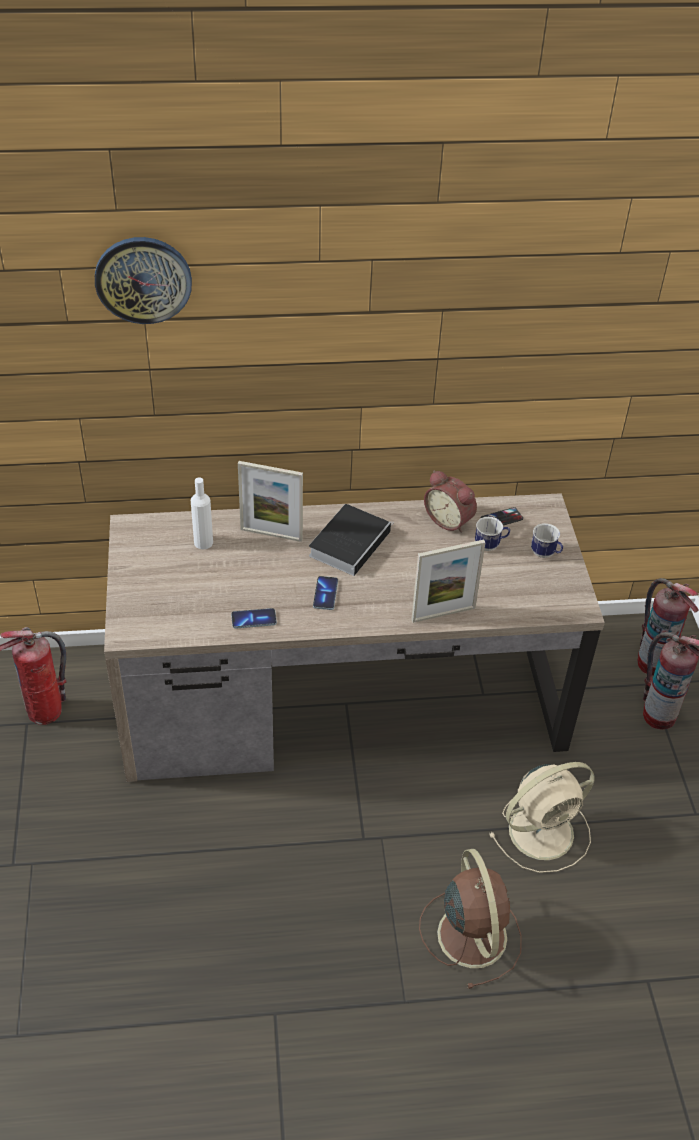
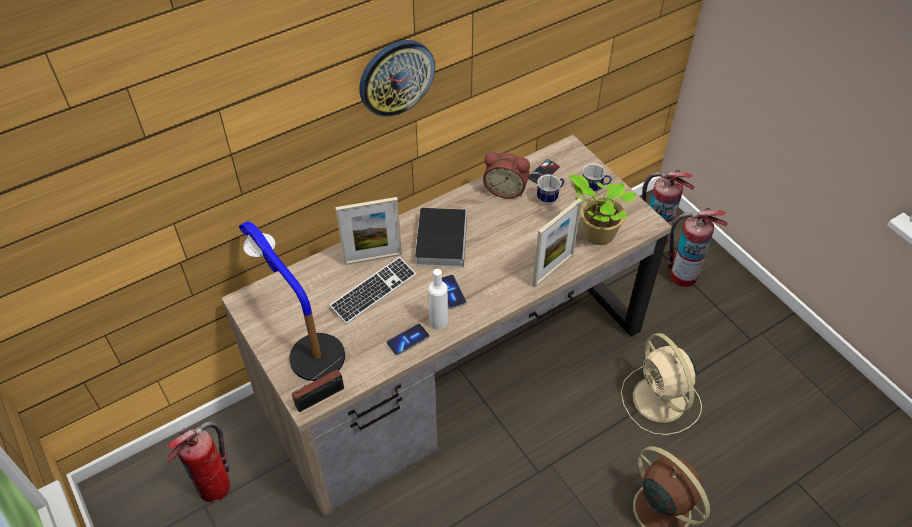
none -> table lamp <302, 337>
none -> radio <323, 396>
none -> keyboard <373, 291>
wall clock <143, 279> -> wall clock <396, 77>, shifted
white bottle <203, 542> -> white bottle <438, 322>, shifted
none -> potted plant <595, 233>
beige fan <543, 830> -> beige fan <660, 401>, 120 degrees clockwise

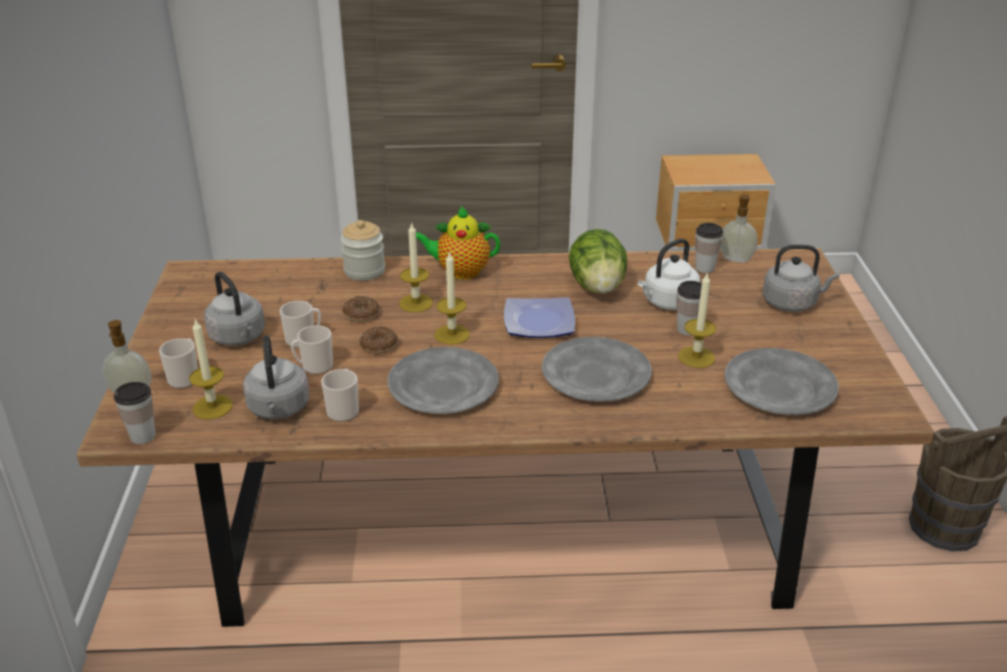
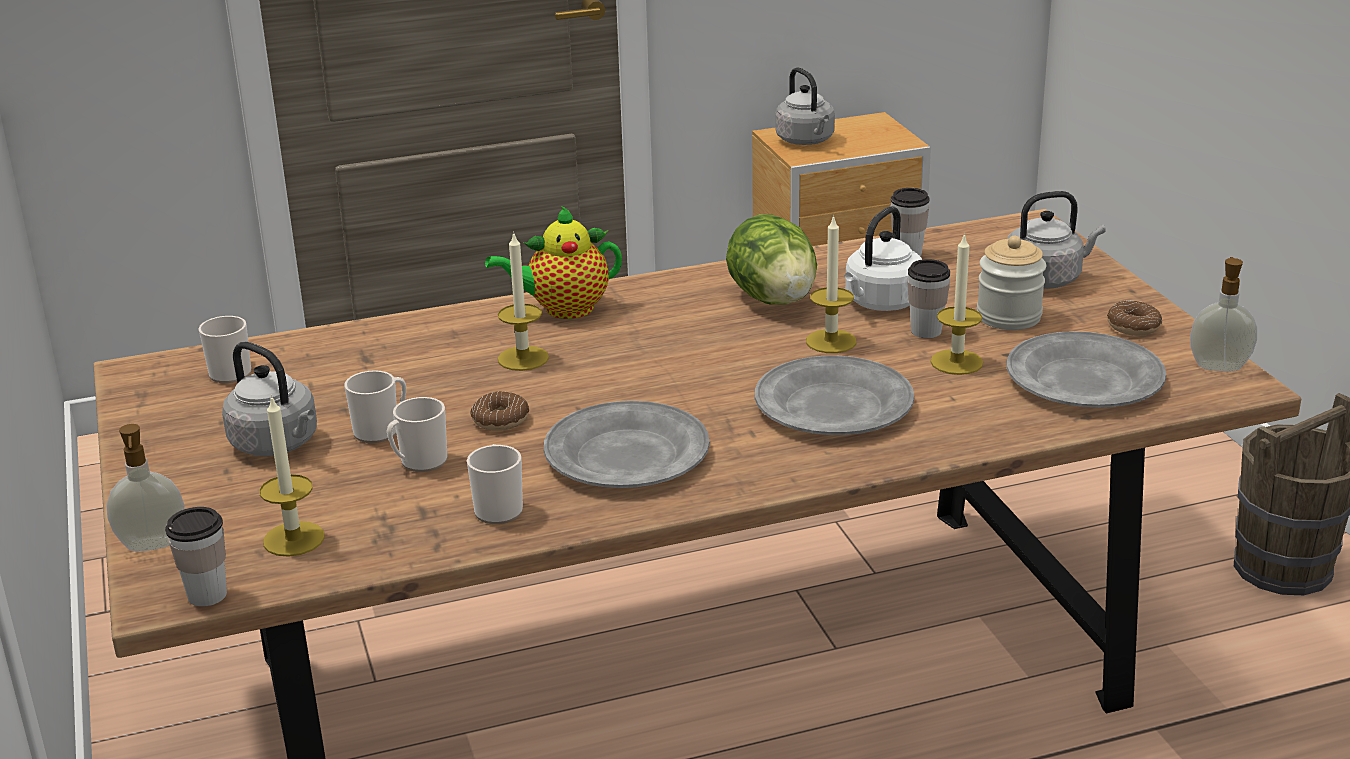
mug <185, 377> -> mug <231, 371>, shifted
grey kettle <279, 409> -> grey kettle <806, 141>, shifted
candle <452, 334> -> candle <831, 341>, shifted
jar <364, 271> -> jar <1008, 317>, shifted
donut <361, 314> -> donut <1133, 326>, shifted
soap dispenser <736, 258> -> soap dispenser <1219, 366>, shifted
plate <537, 323> -> none

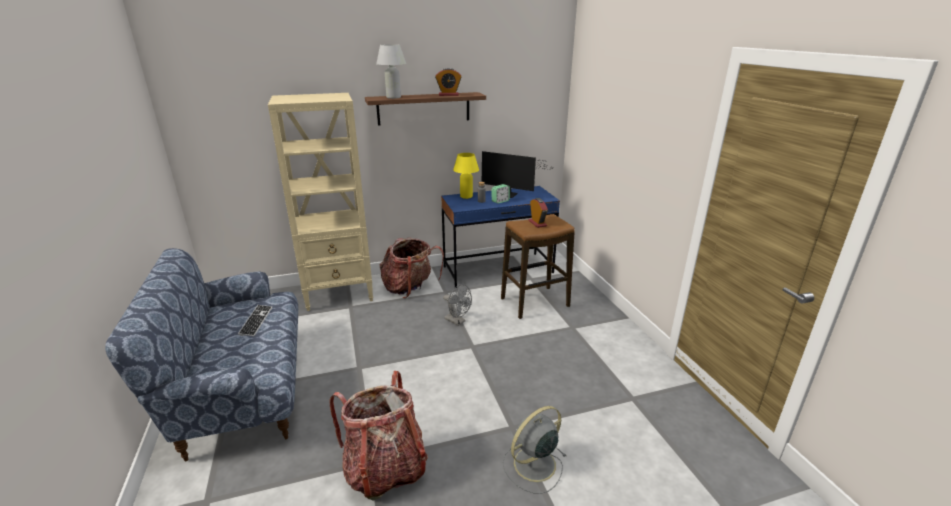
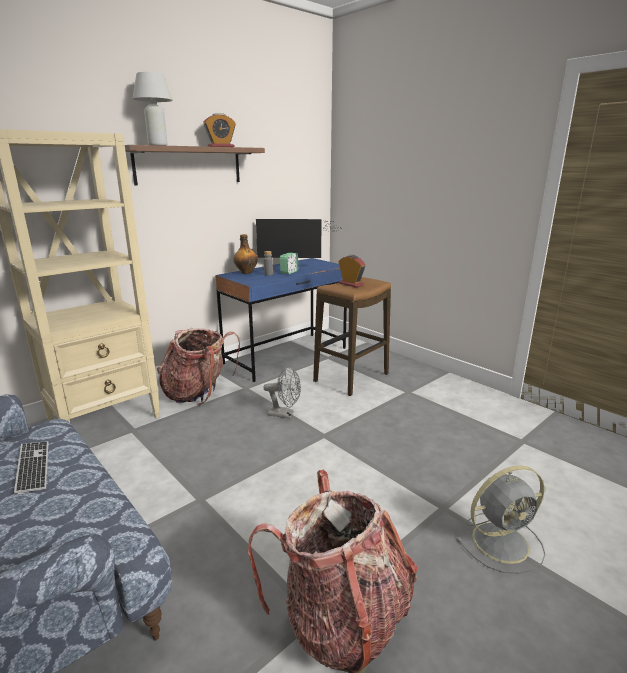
yellow table lamp <466, 196> -> bottle <246, 272>
grey fan <533, 465> -> grey fan <502, 541>, 135 degrees counterclockwise

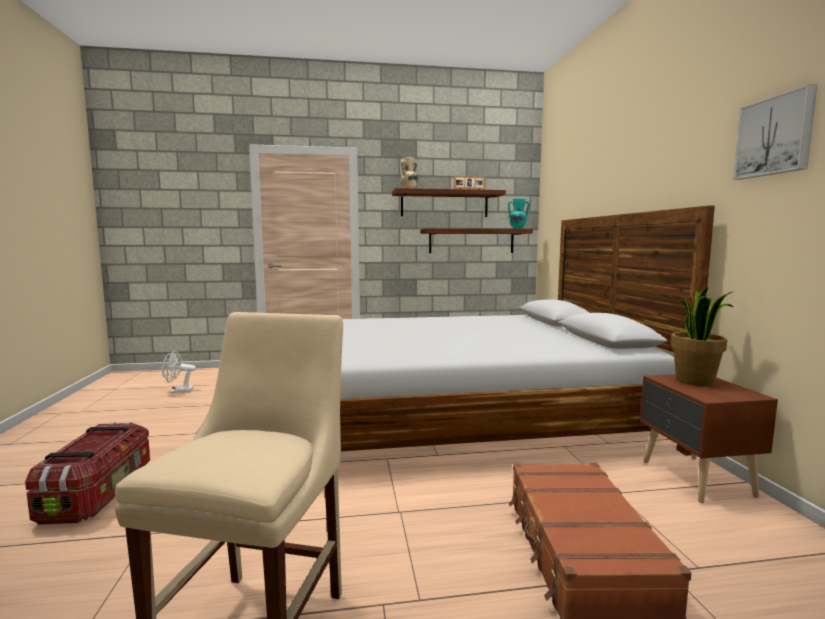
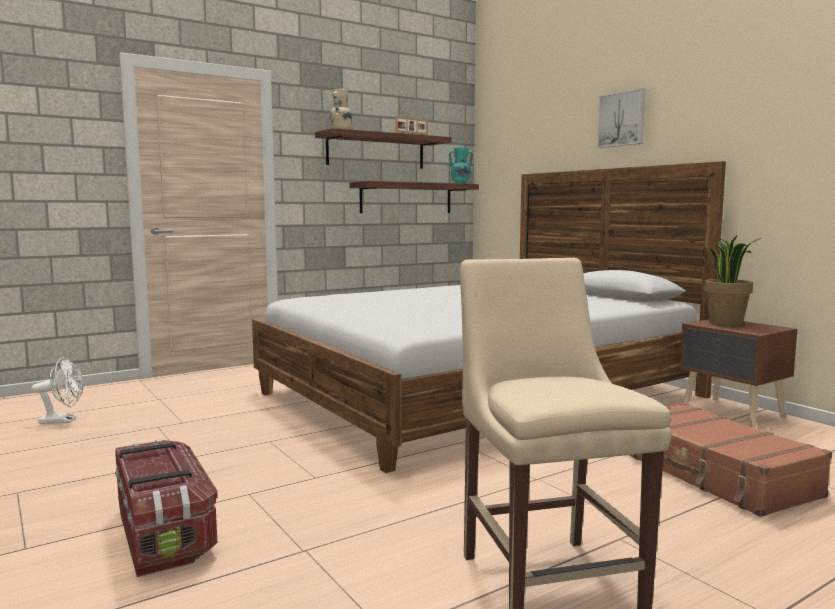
white fan <178, 391> -> white fan <63, 420>, 150 degrees counterclockwise
picture <775, 136> -> picture <622, 119>, shifted

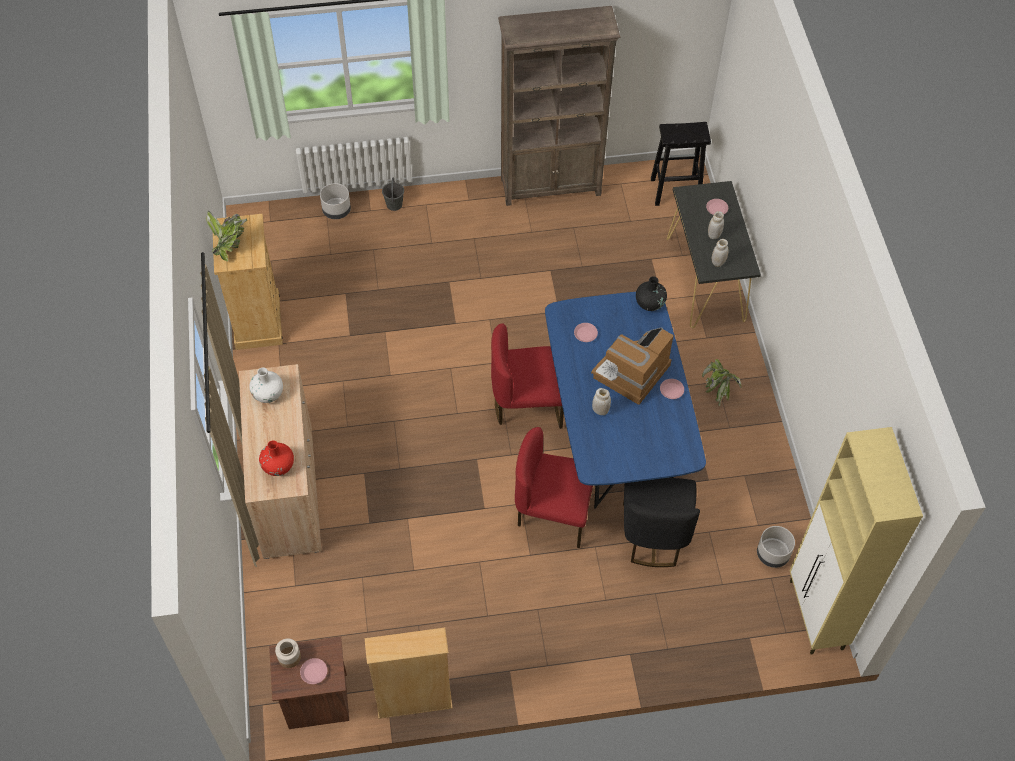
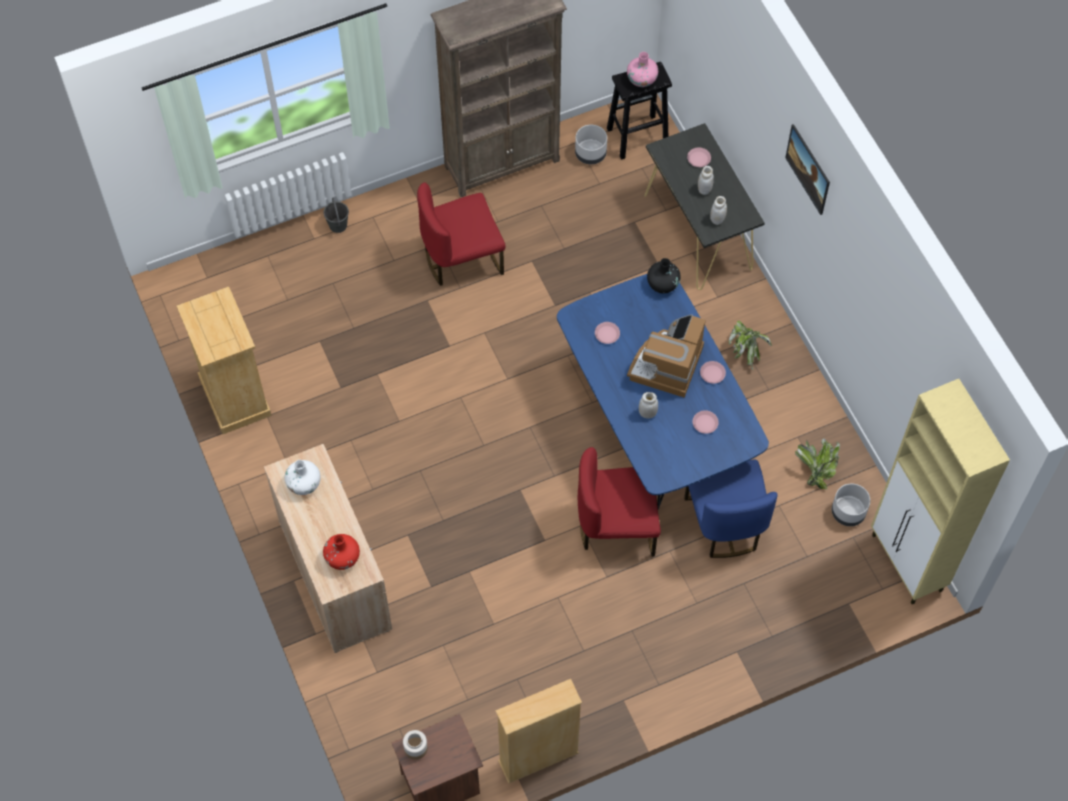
red chair <527, 404> -> red chair <462, 258>, shifted
grey planter <337, 211> -> grey planter <590, 154>, shifted
none -> pink vase <642, 79>
black chair <653, 535> -> blue chair <725, 523>
pink plate <314, 672> -> pink plate <705, 423>, shifted
none -> picture <806, 177>
potted plant <230, 245> -> potted plant <816, 469>, shifted

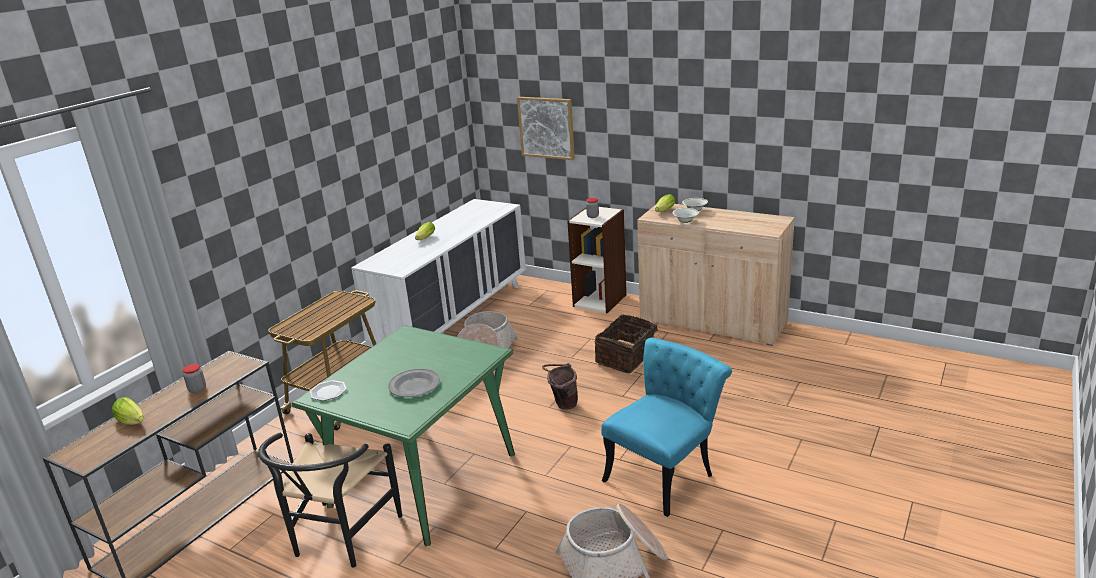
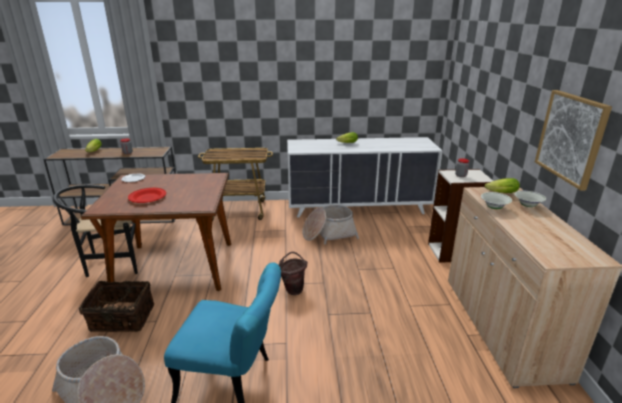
basket <626, 358> -> basket <122, 319>, shifted
green dining table <424, 479> -> brown dining table <176, 267>
grey plate <415, 386> -> red plate <148, 197>
picture <546, 127> -> picture <571, 137>, shifted

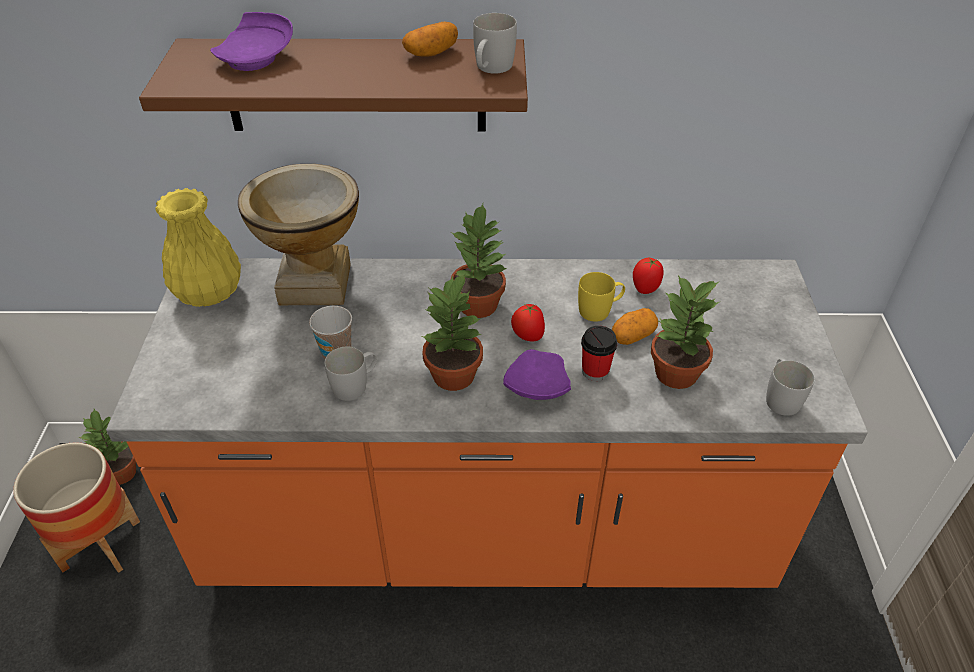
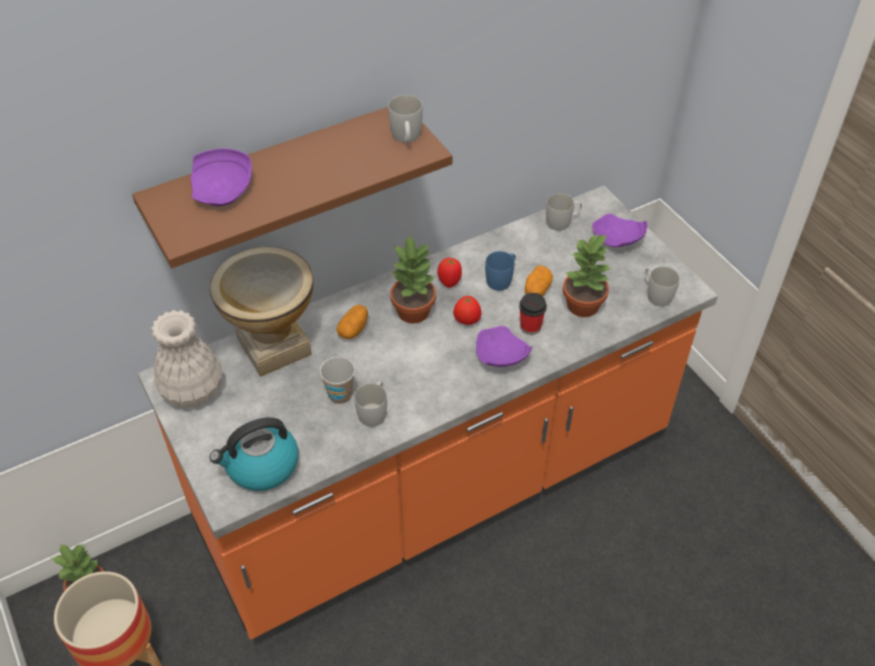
yellow vase <210, 292> -> white vase <193, 390>
none -> kettle <261, 466>
potato <431, 53> -> potato <353, 329>, shifted
tomato <645, 288> -> tomato <449, 282>, shifted
yellow mug <600, 310> -> blue mug <501, 279>
none -> white mug <562, 222>
none -> purple plate <617, 239>
potted plant <455, 375> -> none

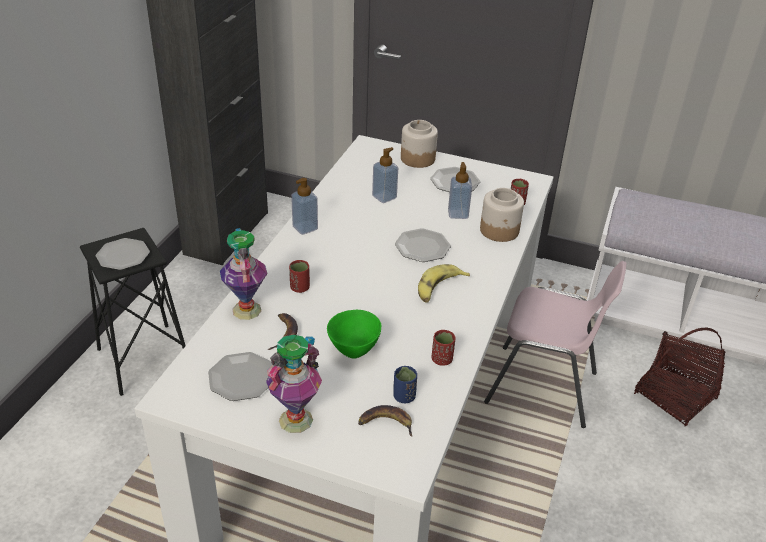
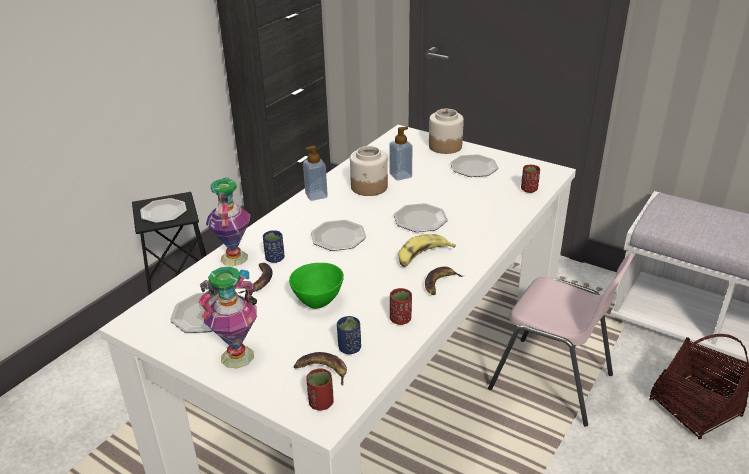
none -> blue cup <275, 258>
red cup <300, 288> -> red cup <321, 403>, shifted
none -> plate <338, 237>
jar <499, 231> -> jar <369, 187>, shifted
none -> banana <440, 283>
soap dispenser <458, 214> -> none

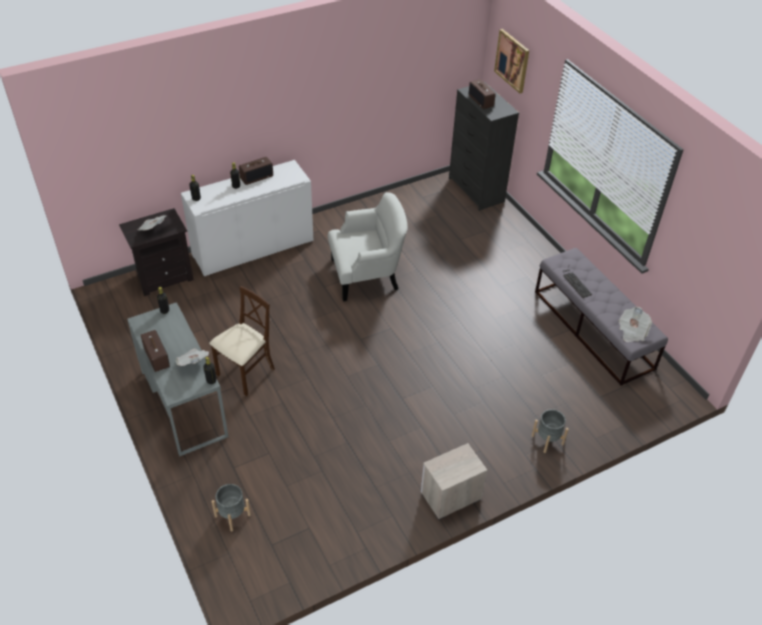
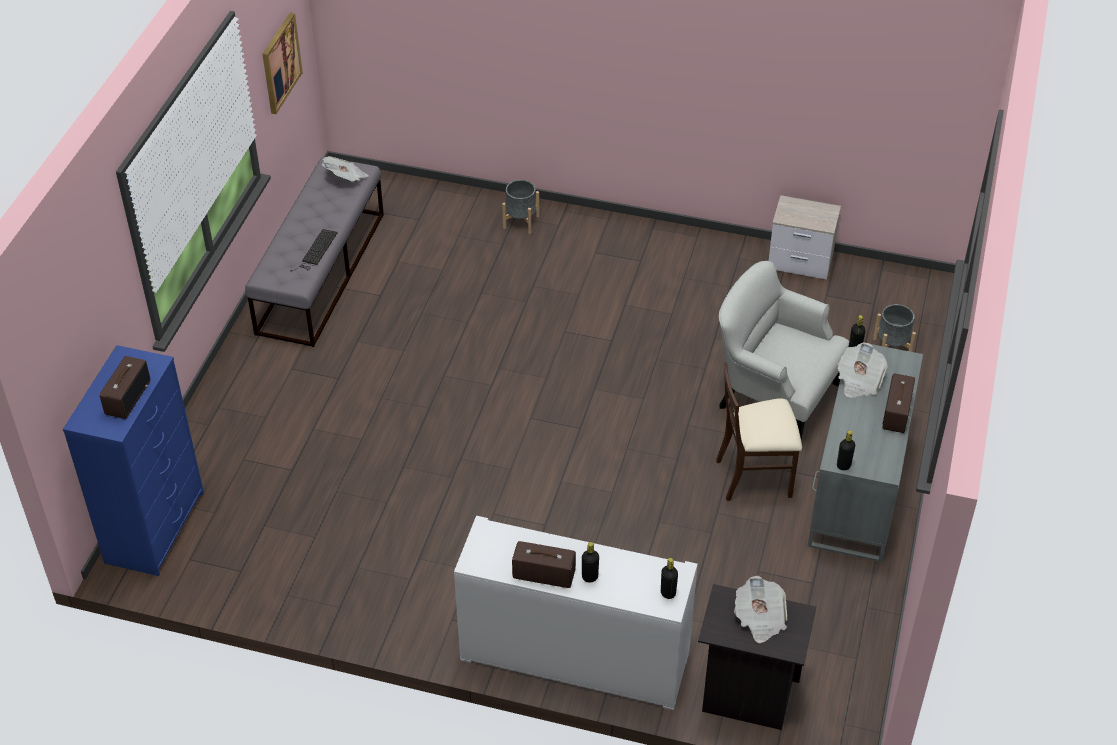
black dresser <476, 190> -> blue dresser <155, 527>
picture <512, 60> -> picture <280, 63>, shifted
white armchair <367, 275> -> white armchair <774, 395>, shifted
nightstand <450, 496> -> nightstand <801, 262>, shifted

